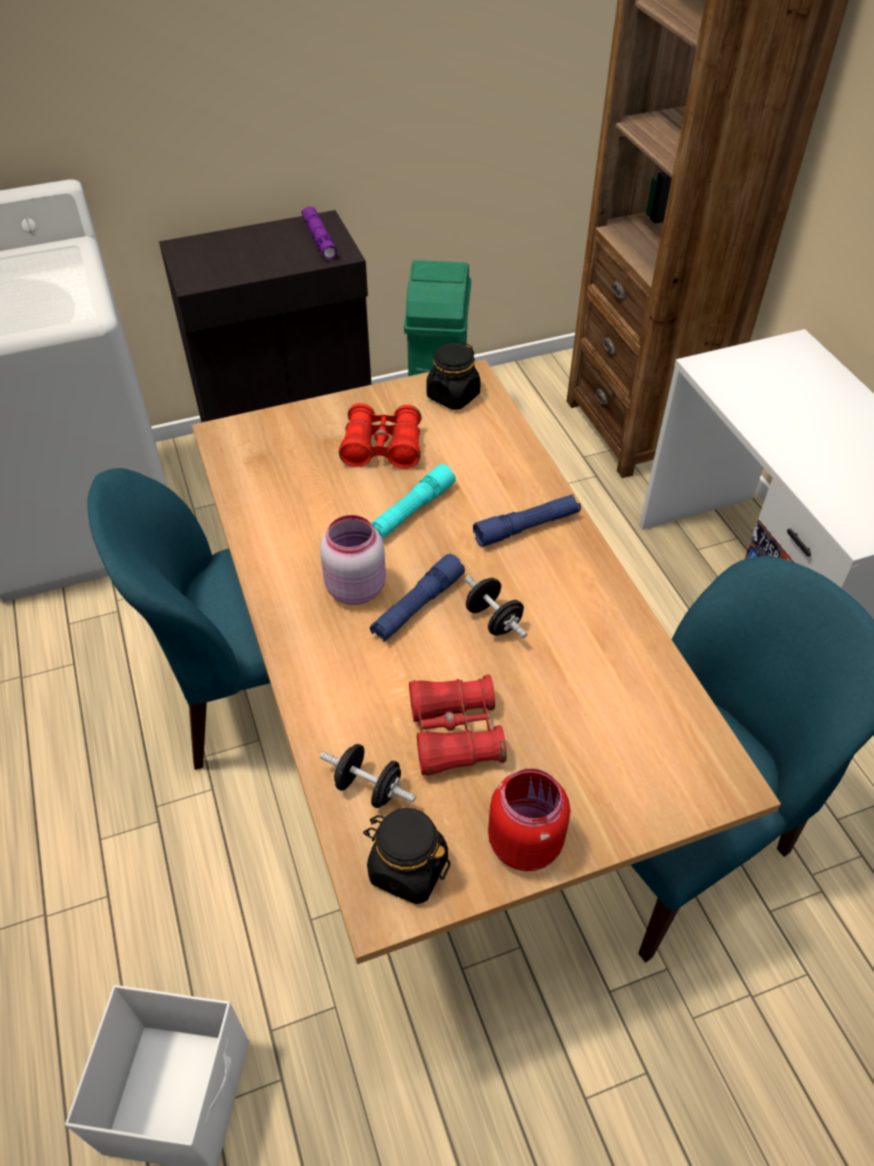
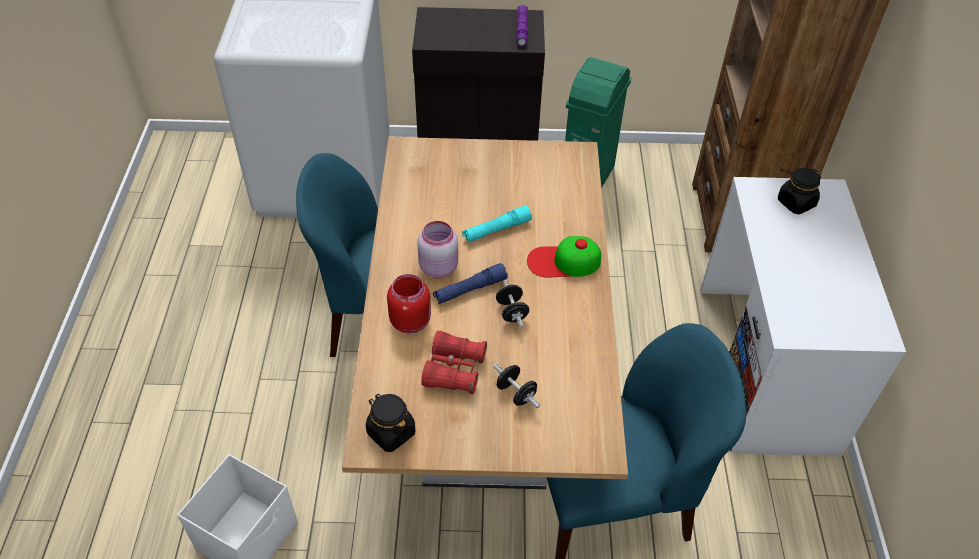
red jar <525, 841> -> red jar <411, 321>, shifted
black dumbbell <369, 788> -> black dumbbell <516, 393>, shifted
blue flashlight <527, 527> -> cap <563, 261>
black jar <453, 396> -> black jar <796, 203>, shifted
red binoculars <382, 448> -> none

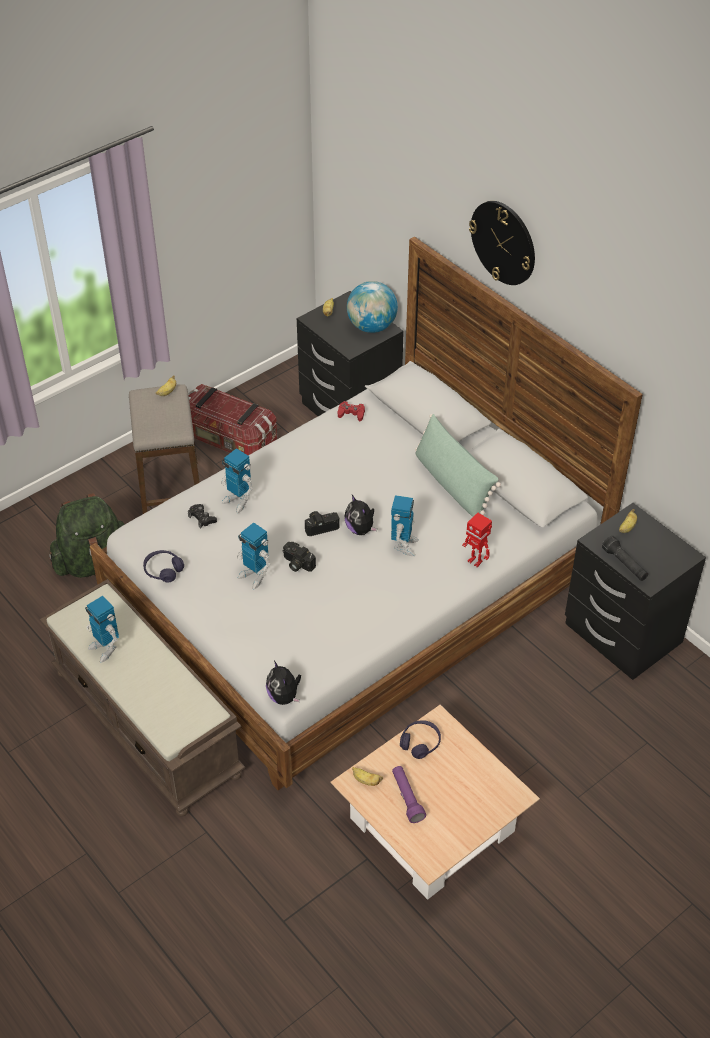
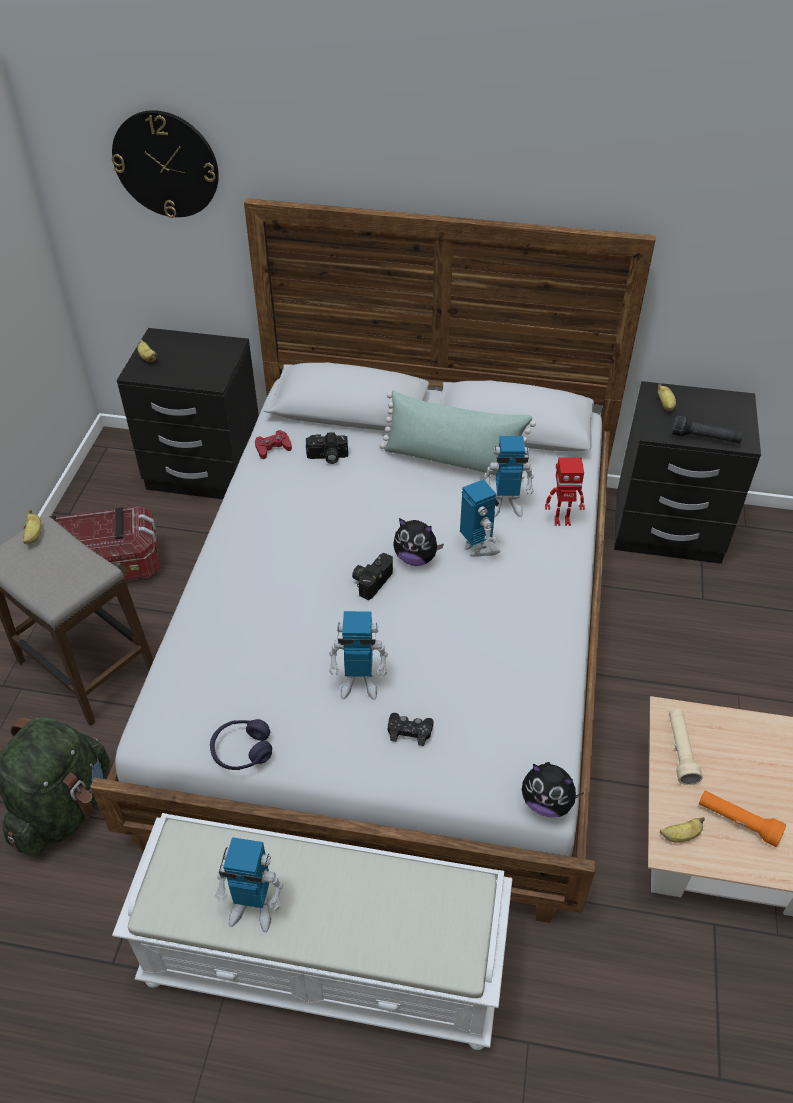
wall clock <503, 242> -> wall clock <166, 164>, shifted
brown bench <149, 723> -> white bench <326, 959>
photo camera <297, 564> -> photo camera <327, 457>, shifted
black game controller <202, 518> -> black game controller <410, 731>, shifted
toy robot <238, 501> -> toy robot <506, 505>, shifted
purple headphones <420, 743> -> beige flashlight <680, 751>
purple flashlight <407, 798> -> orange flashlight <737, 822>
globe <371, 327> -> none

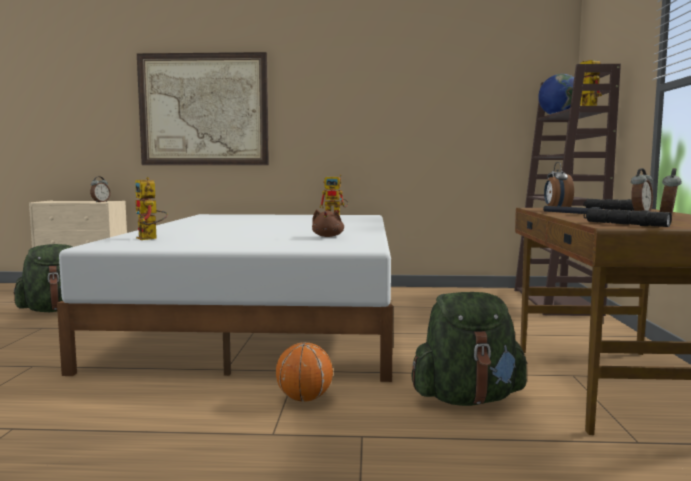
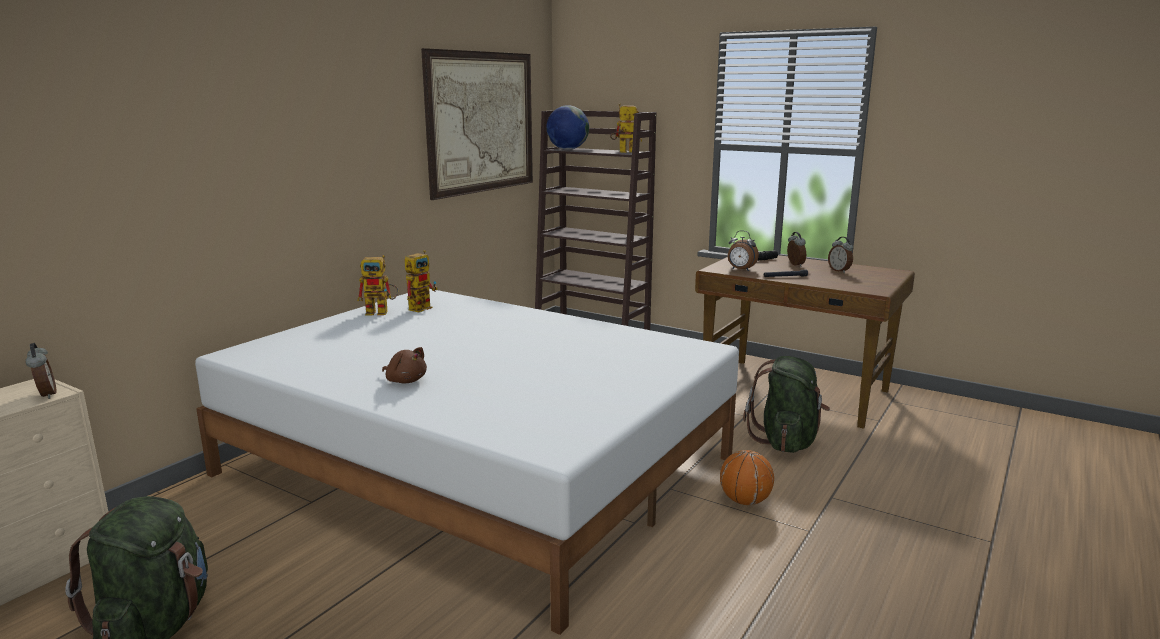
toy robot <150, 239> -> toy robot <382, 312>, shifted
brown plush toy <328, 236> -> brown plush toy <405, 380>, shifted
picture <203, 110> -> picture <481, 122>, shifted
black flashlight <625, 224> -> none

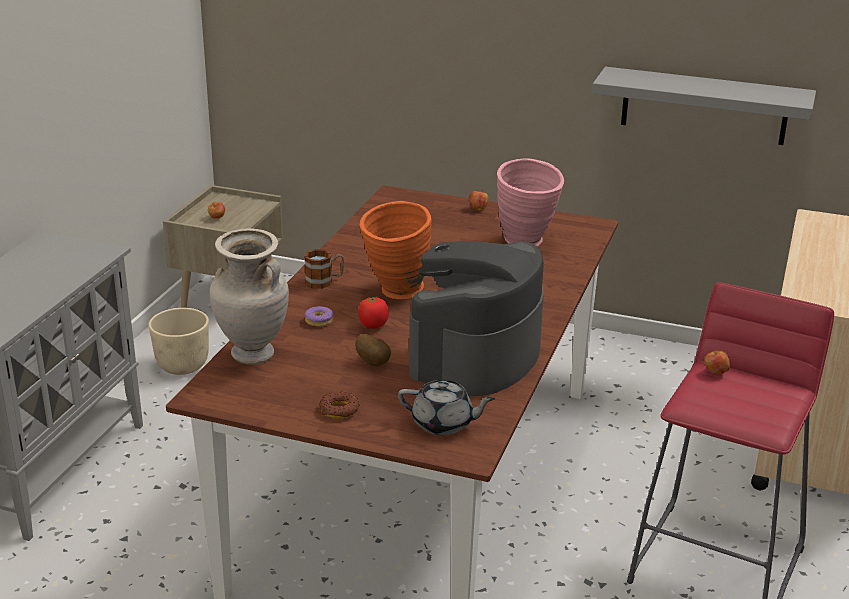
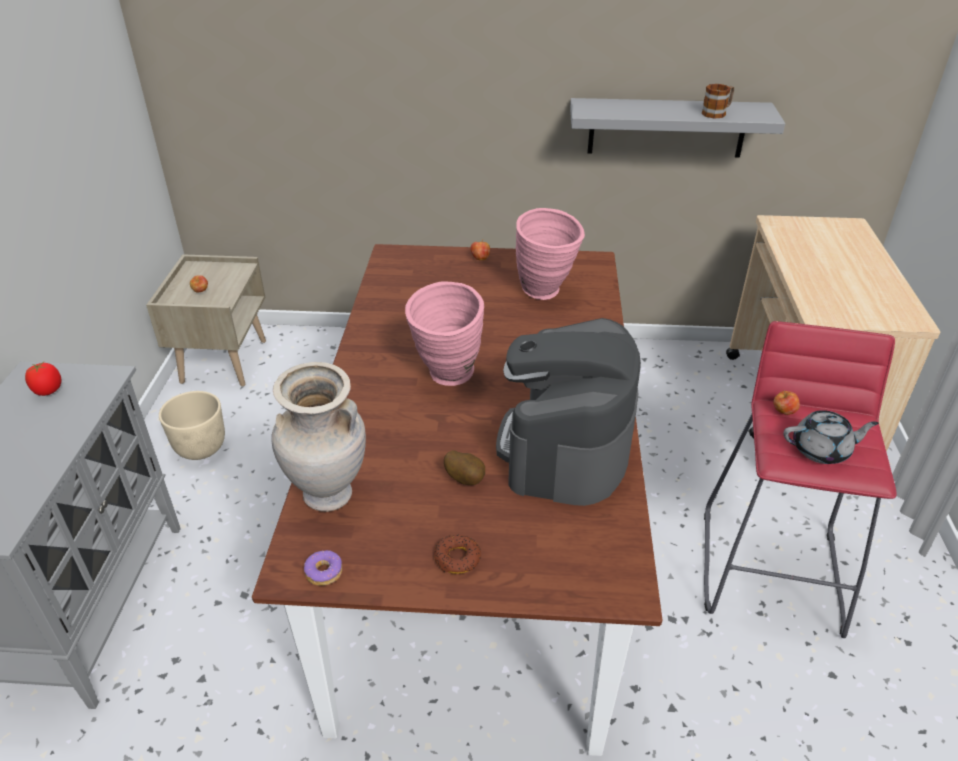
tomato <373, 325> -> tomato <48, 390>, shifted
donut <319, 321> -> donut <324, 572>, shifted
orange vase <395, 294> -> pink vase <447, 379>
mug <325, 281> -> mug <717, 113>, shifted
grey teapot <443, 423> -> grey teapot <821, 450>, shifted

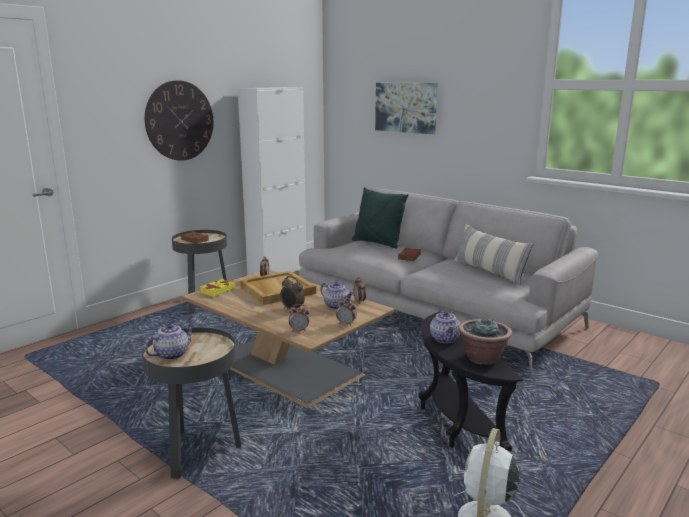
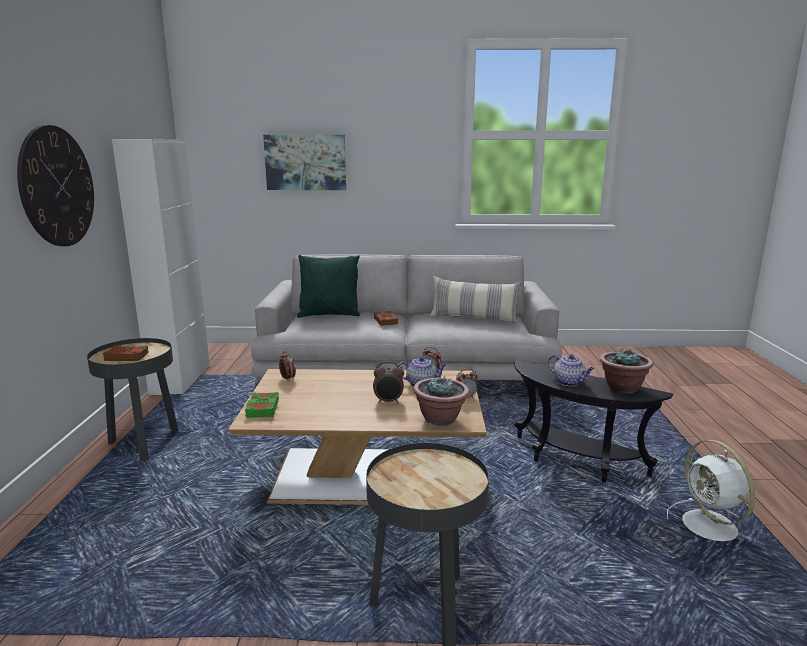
yellow book <217, 290> -> green book <262, 409>
alarm clock <299, 330> -> potted plant <440, 419>
teapot <172, 354> -> none
beige tray <277, 290> -> none

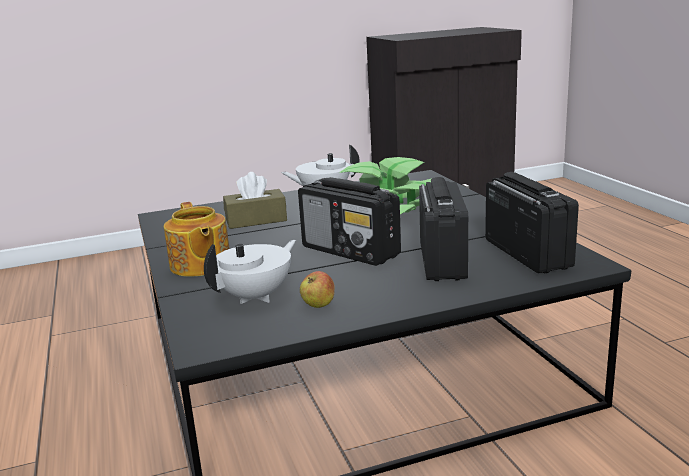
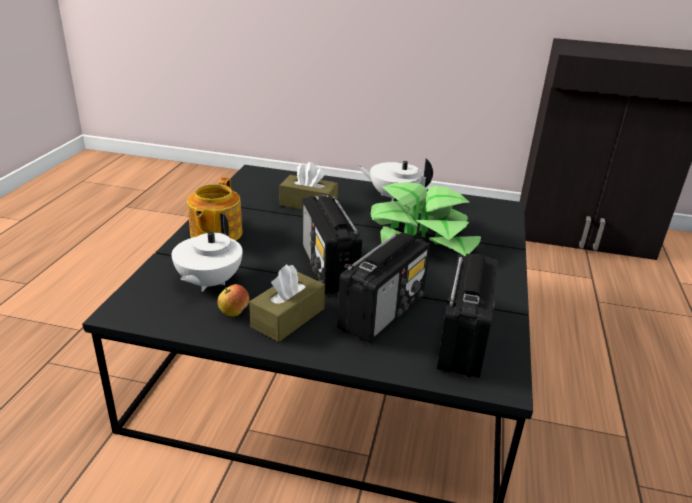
white teapot <256, 296> -> white teapot <208, 282>, 120 degrees clockwise
none -> brown tissue box <288, 317>

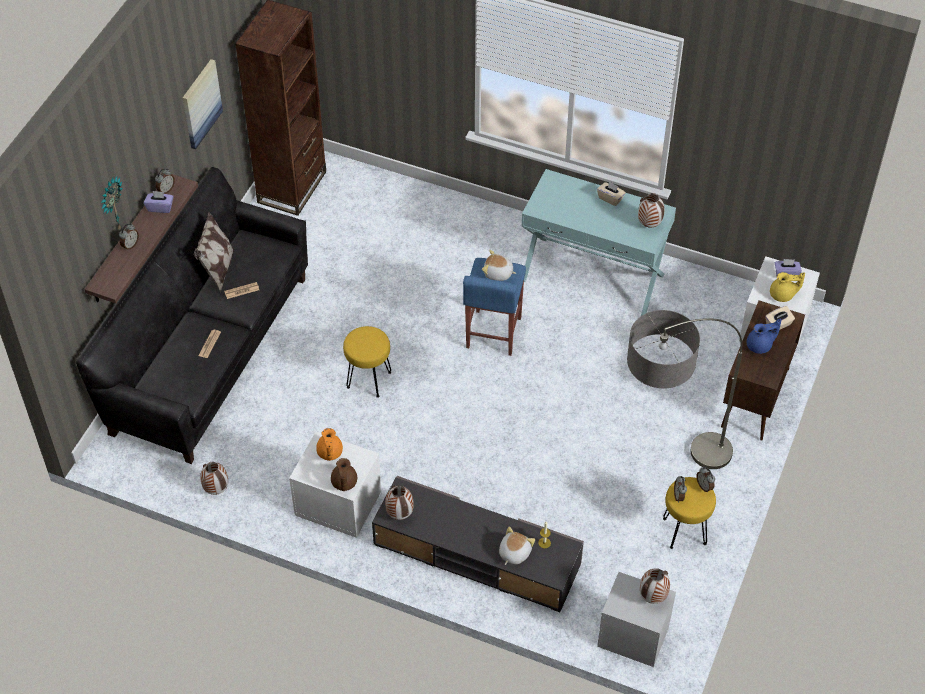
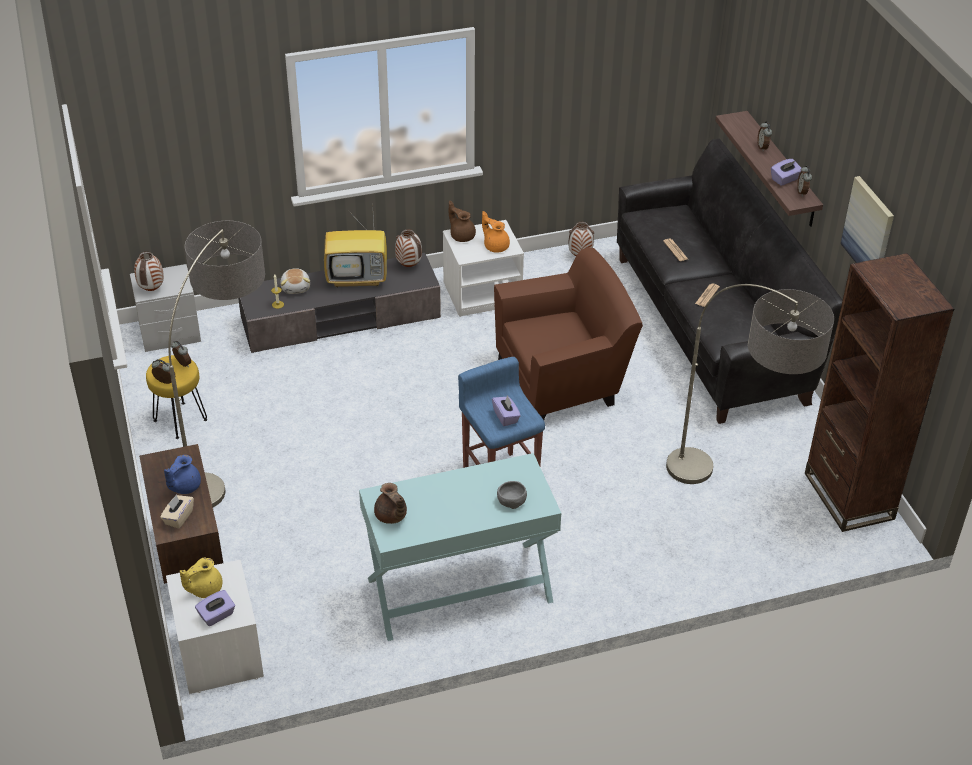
none -> television <358, 278>
vase <649, 224> -> brown teapot <391, 516>
plush toy <498, 273> -> purple tissue box <506, 417>
yellow stool <368, 379> -> brown armchair <563, 381>
none -> grey bowl <511, 501>
none -> floor lamp <733, 497>
wall clock <111, 205> -> none
pillow <218, 270> -> none
beige tissue box <610, 198> -> none

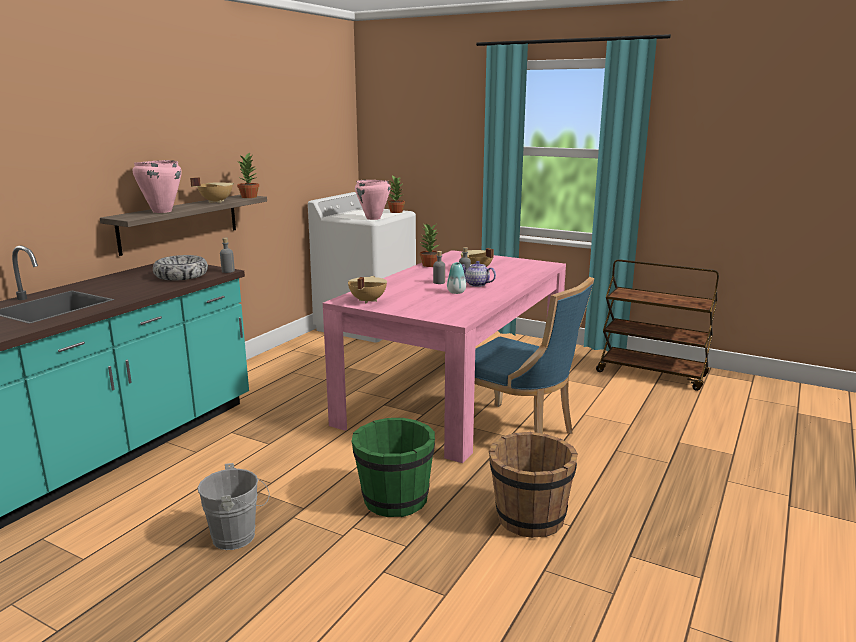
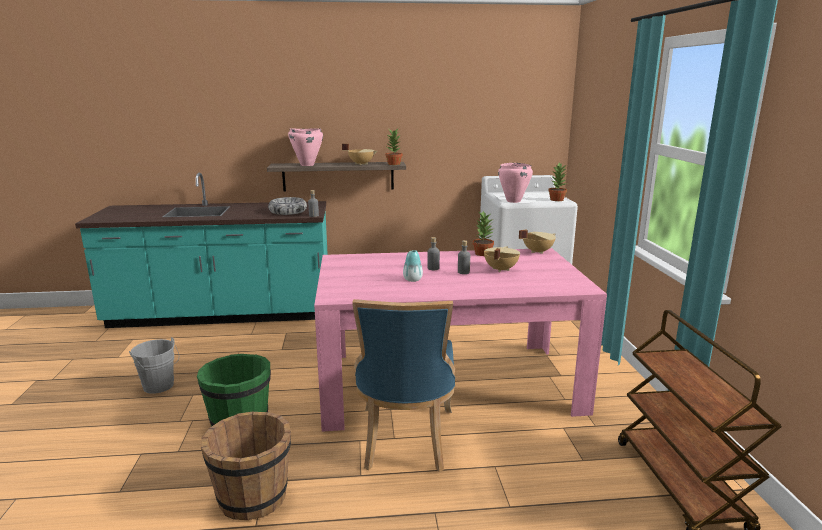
beige cooking pot <367, 301> -> beige cooking pot <537, 251>, shifted
teapot <476, 284> -> none

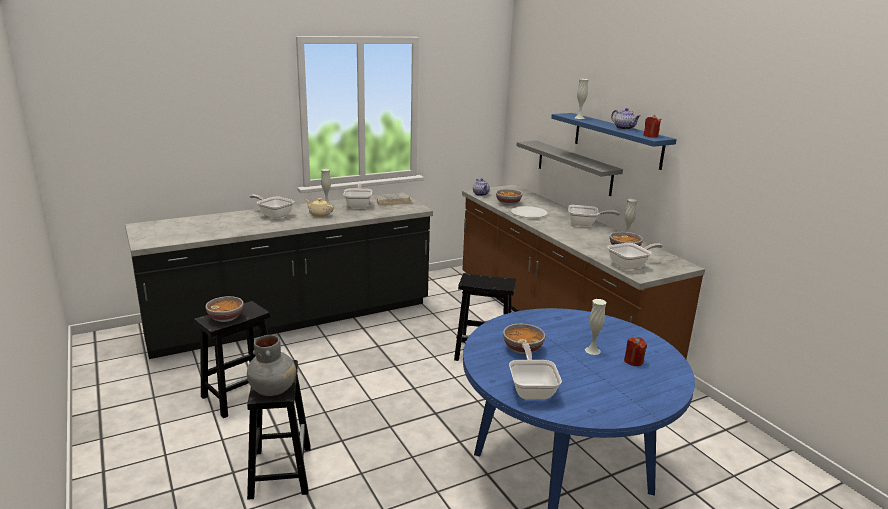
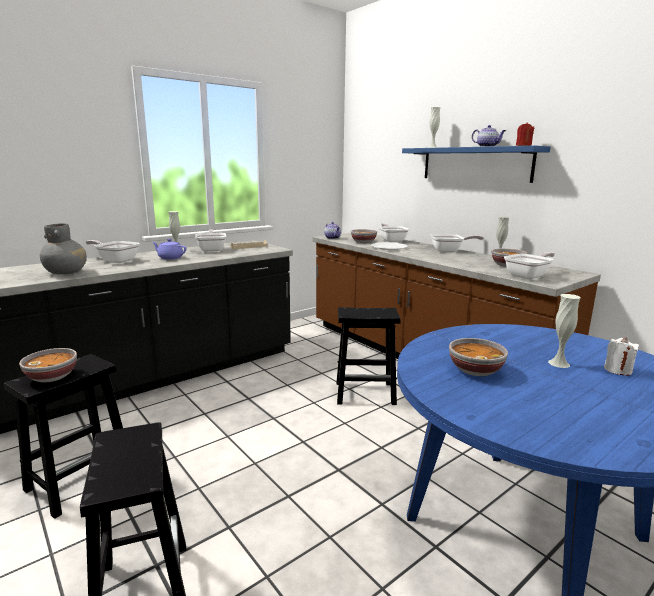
grey vase <273, 389> -> grey vase <66, 273>, shifted
beige teapot <319, 214> -> purple teapot <170, 258>
frying pan <532, 389> -> frying pan <392, 240>, shifted
red candle <633, 361> -> white candle <617, 370>
grey shelf <574, 167> -> none

